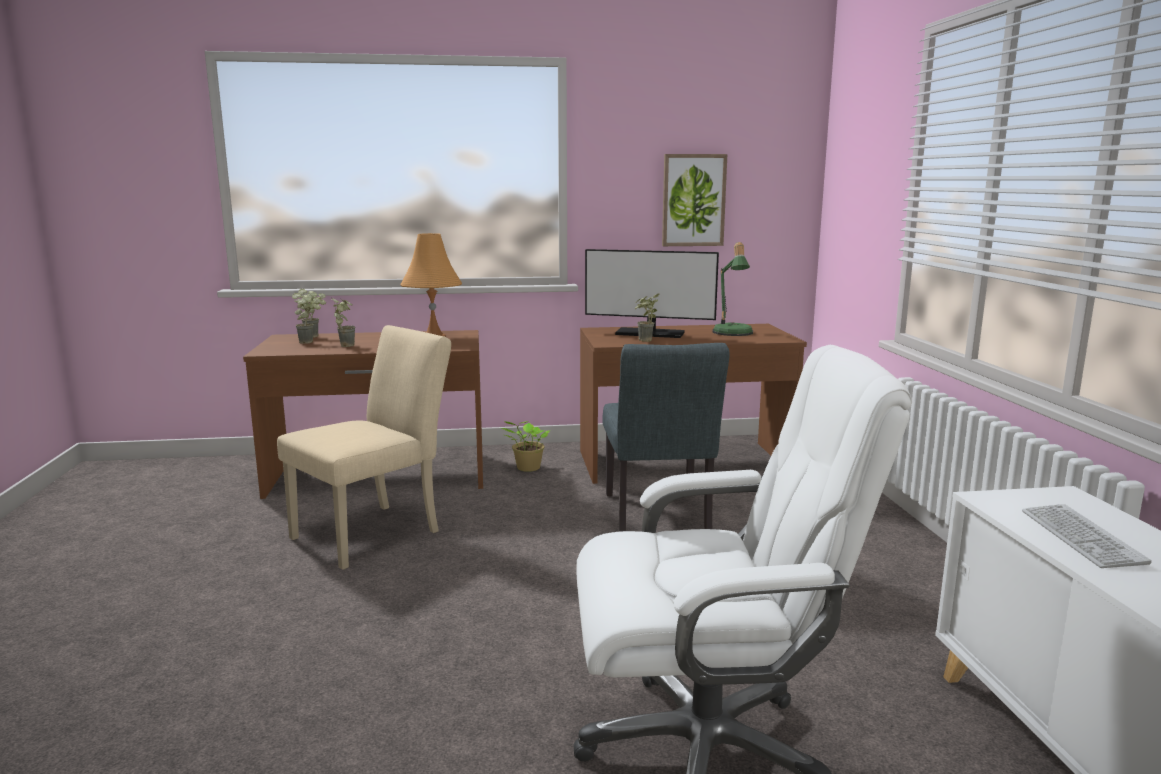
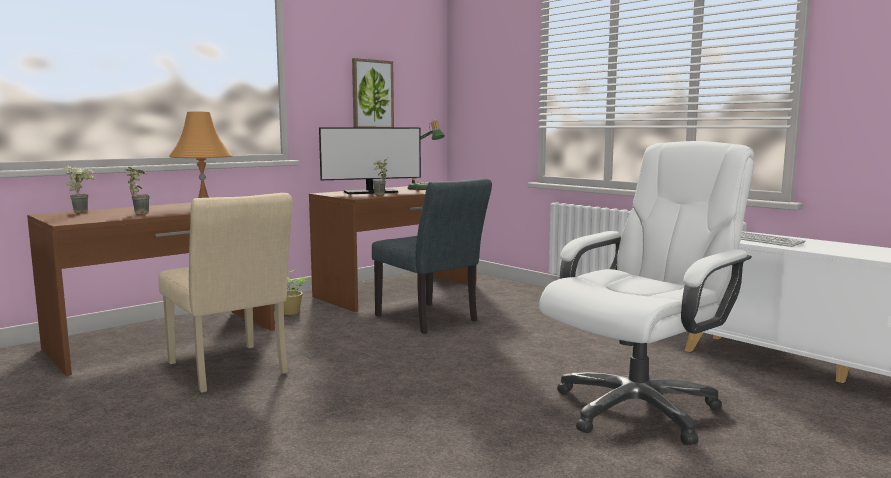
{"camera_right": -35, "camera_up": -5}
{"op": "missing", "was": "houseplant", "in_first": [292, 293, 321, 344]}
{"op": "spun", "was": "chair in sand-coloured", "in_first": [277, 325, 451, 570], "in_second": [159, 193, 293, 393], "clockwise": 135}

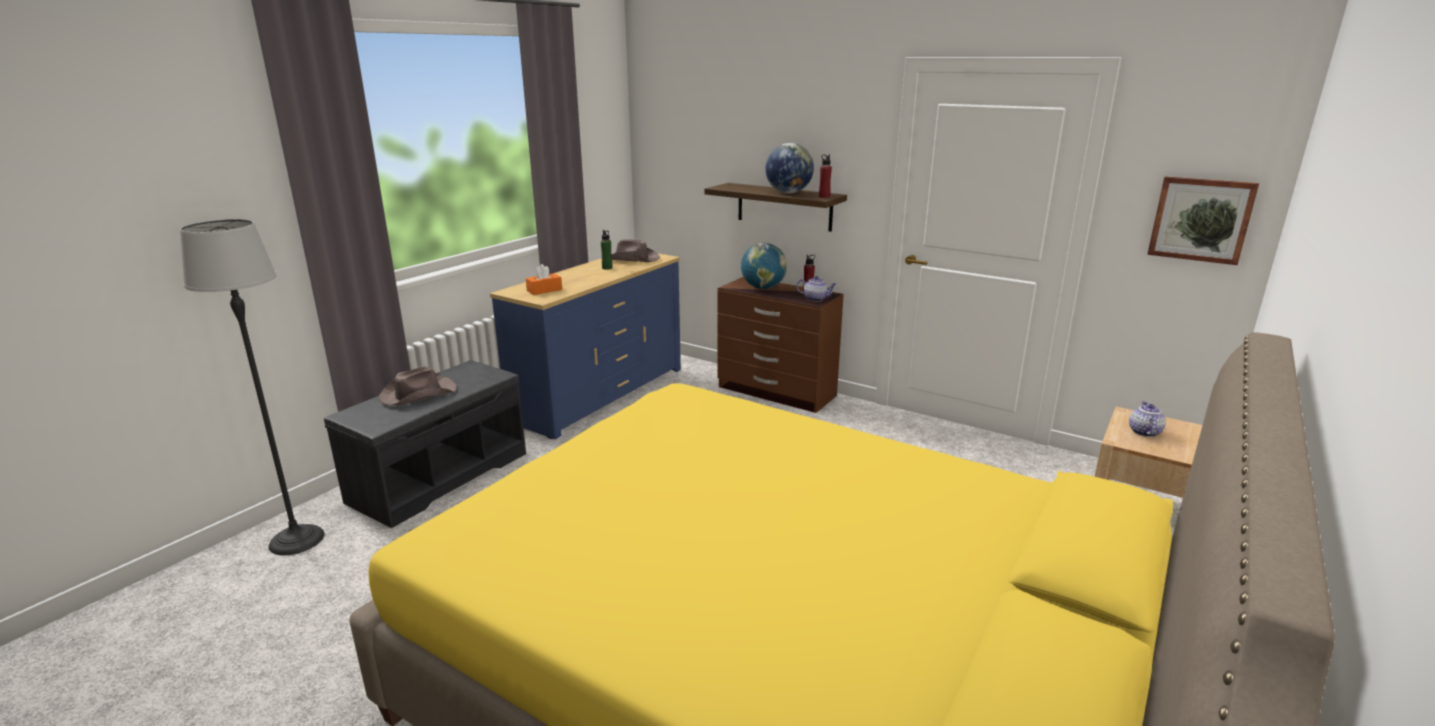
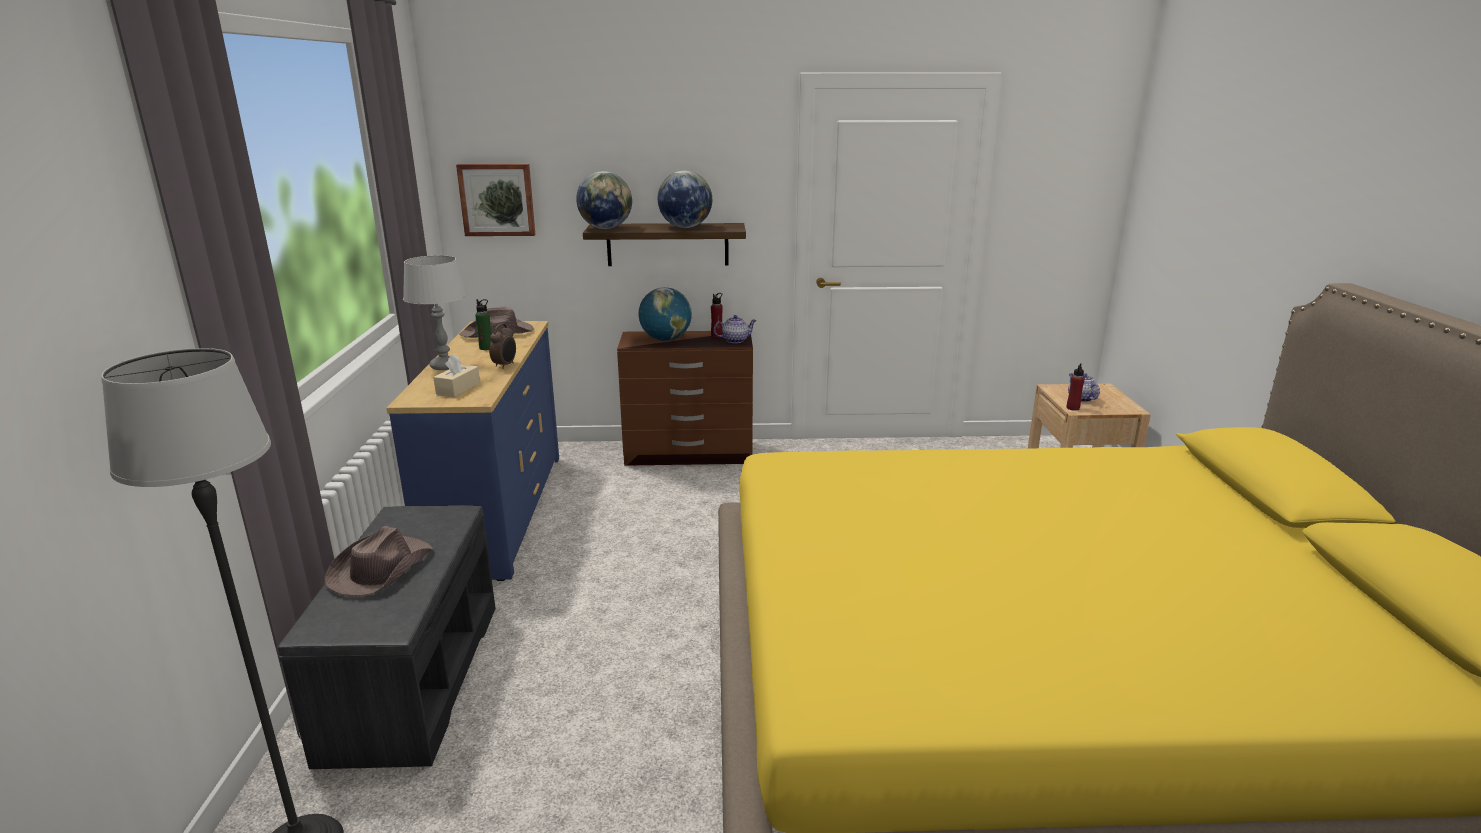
{"camera_right": -35, "camera_up": 0}
{"op": "appeared", "now": "lamp for a table in gray", "in_second": [403, 255, 467, 370]}
{"op": "appeared", "now": "alarm clock", "in_second": [489, 324, 516, 369]}
{"op": "appeared", "now": "globe", "in_second": [576, 171, 632, 229]}
{"op": "relocated", "was": "bottle in reddish", "in_first": [819, 154, 832, 198], "in_second": [1067, 363, 1085, 411]}
{"op": "relocated", "was": "wall art", "in_first": [1147, 176, 1259, 265], "in_second": [456, 164, 535, 236]}
{"op": "colour", "was": "box of tissues in orange", "now": "box of tissues in sand-coloured", "in_first": [526, 264, 562, 295], "in_second": [433, 354, 480, 397]}

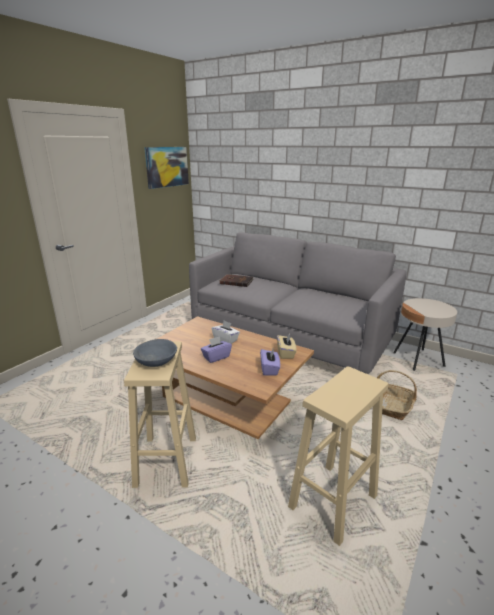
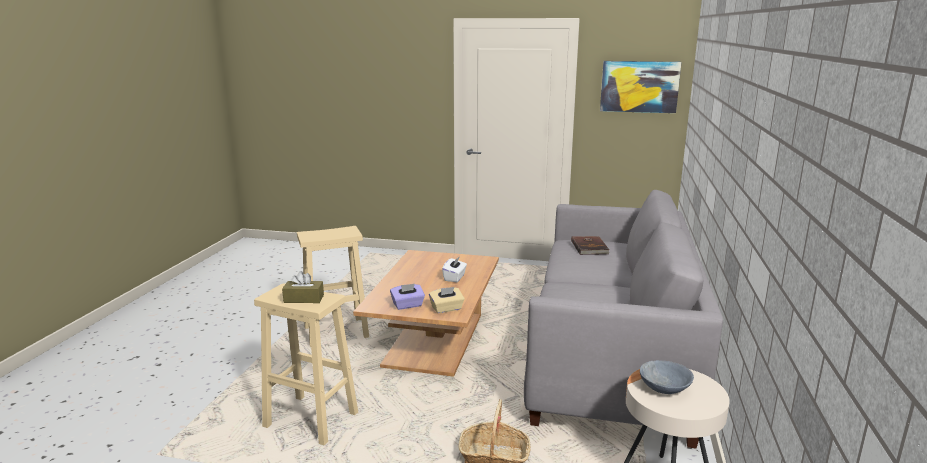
{"camera_right": 70, "camera_up": -5}
{"op": "missing", "was": "box of tissues in purplish", "in_first": [201, 336, 232, 363]}
{"op": "appeared", "now": "box of tissues in brown-coloured", "in_second": [282, 271, 324, 303]}
{"op": "relocated", "was": "deep dish in gray", "in_first": [133, 339, 177, 367], "in_second": [640, 360, 694, 394]}

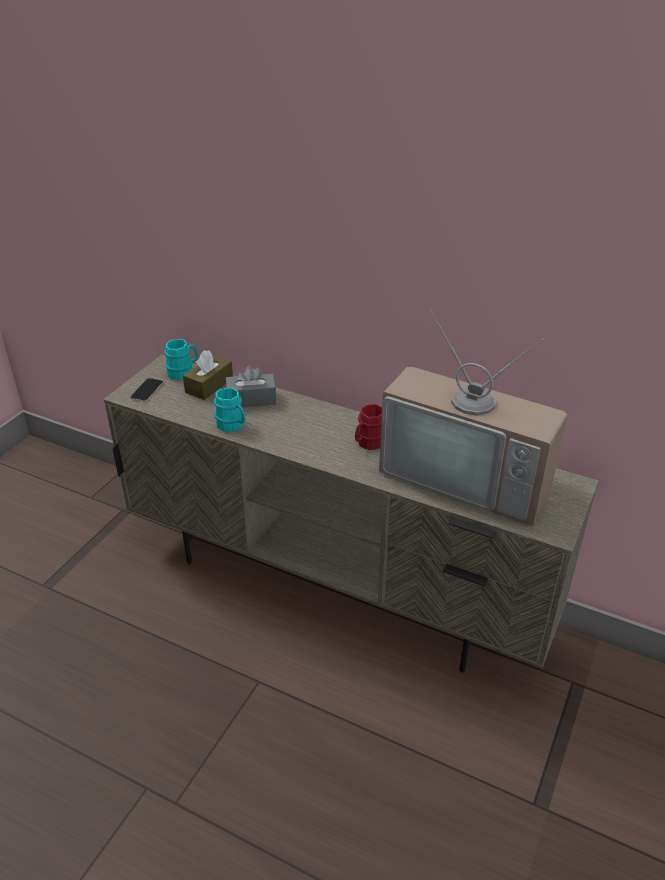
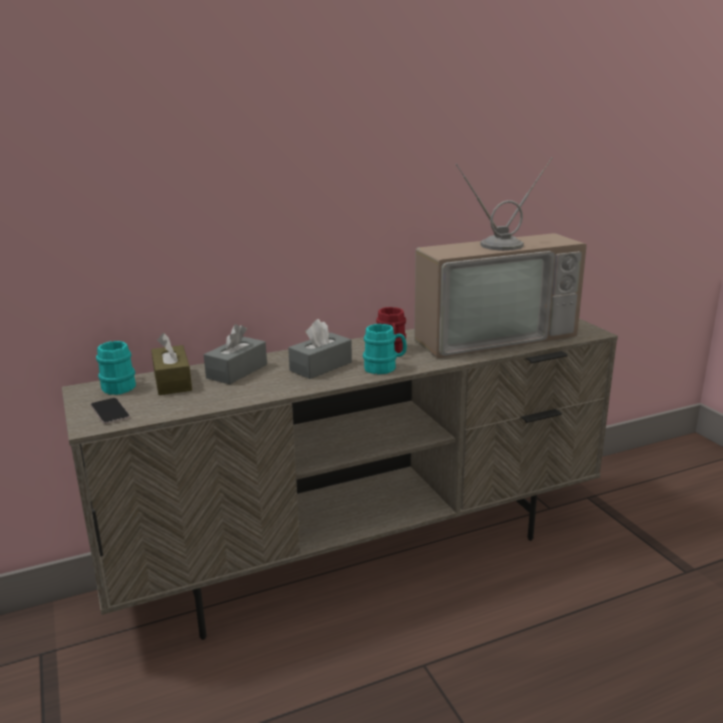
{"camera_right": -50, "camera_up": -15}
{"op": "appeared", "now": "box of tissues in gray", "in_second": [288, 319, 352, 379]}
{"op": "relocated", "was": "tea mug in turquoise", "in_first": [214, 388, 245, 432], "in_second": [363, 324, 407, 374]}

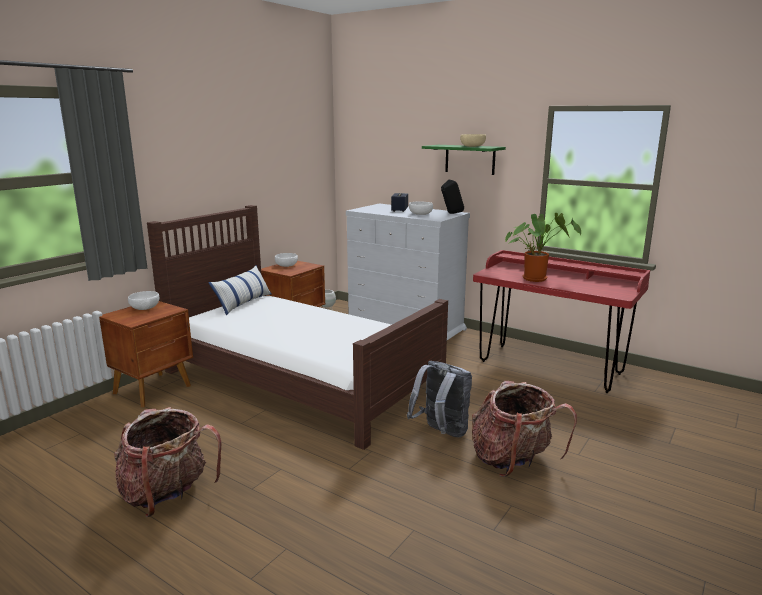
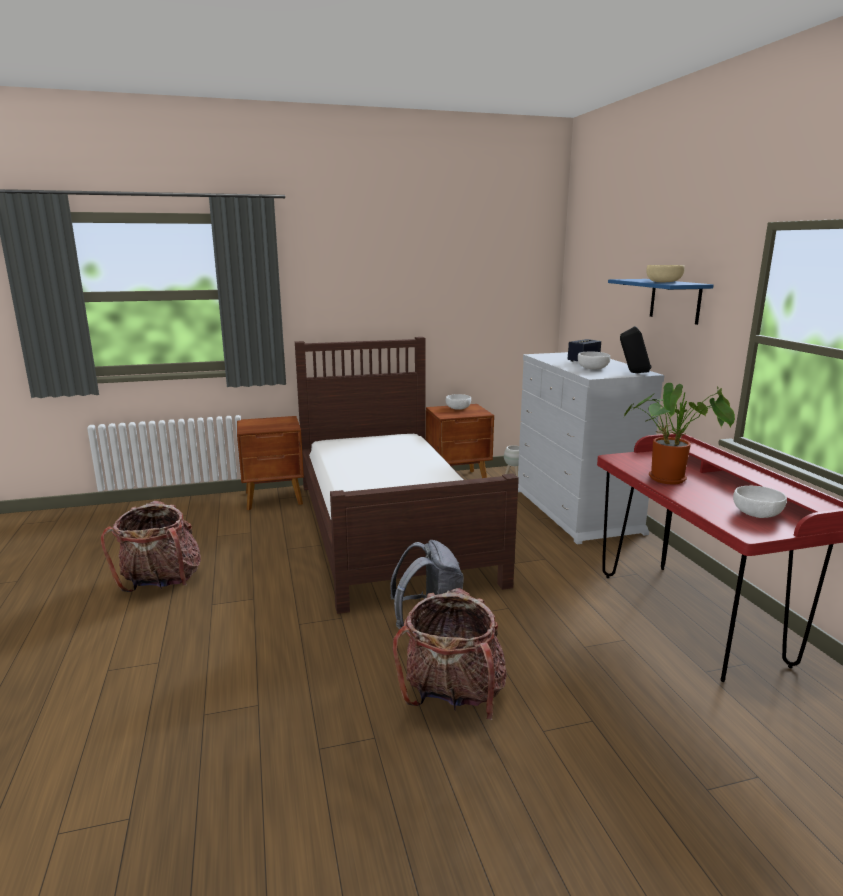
{"camera_right": 40, "camera_up": 0}
{"op": "missing", "was": "throw pillow", "in_first": [208, 266, 272, 315]}
{"op": "relocated", "was": "deep dish in whitish", "in_first": [128, 291, 159, 310], "in_second": [733, 486, 787, 518]}
{"op": "colour", "was": "wall shelf in greenish", "now": "wall shelf in blue", "in_first": [422, 145, 506, 175], "in_second": [608, 279, 714, 325]}

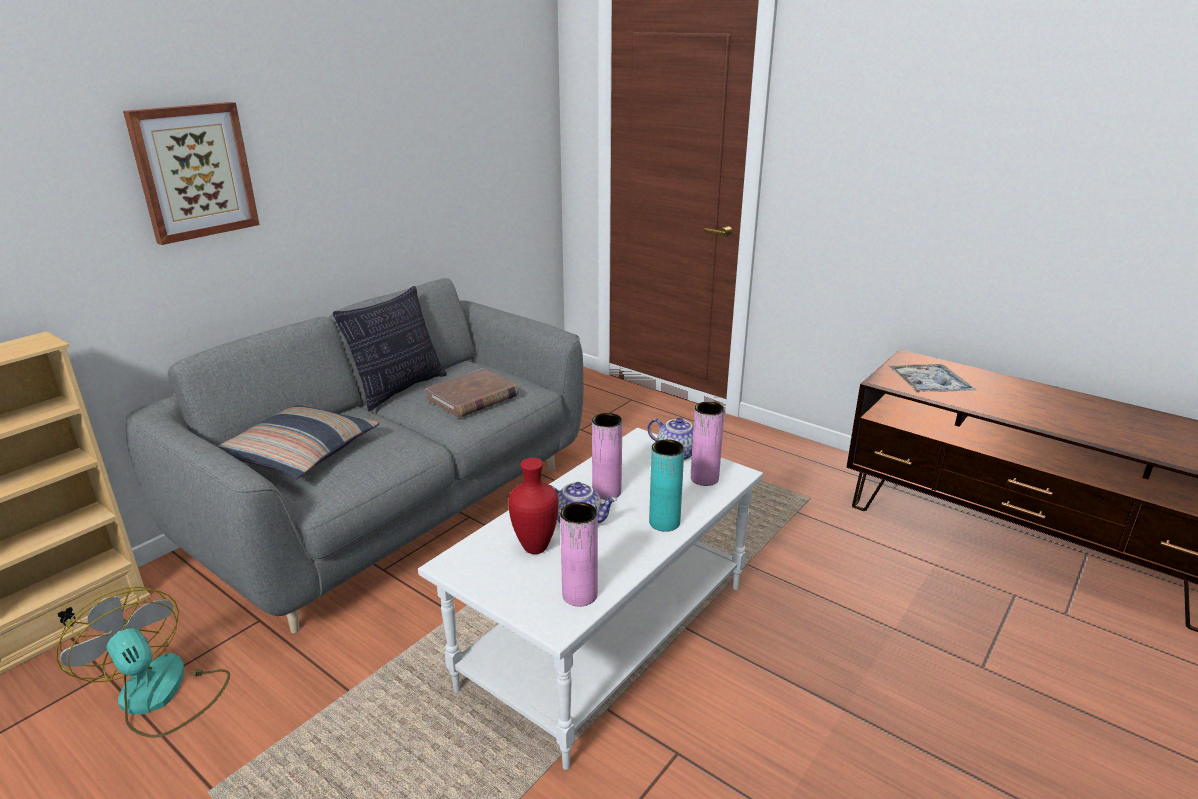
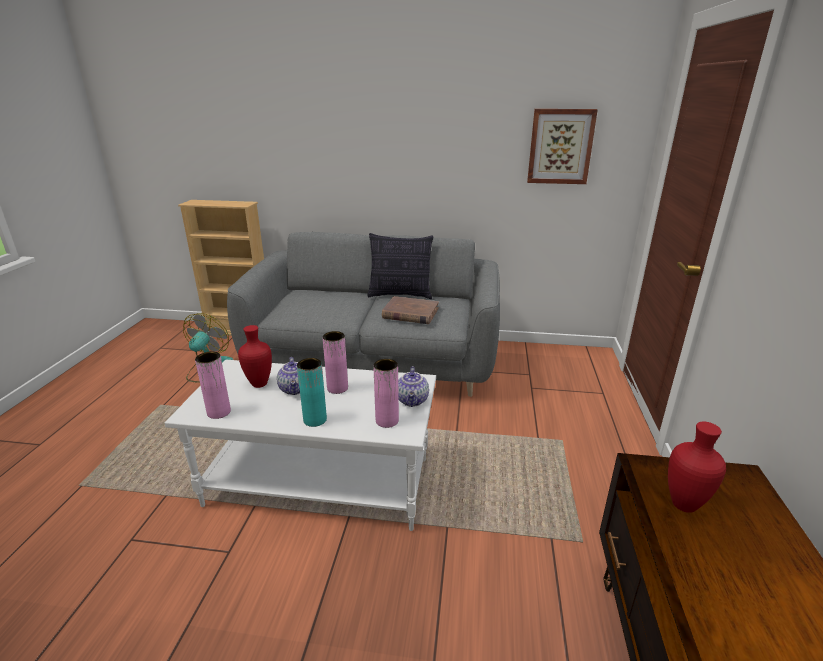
{"camera_right": 60, "camera_up": 0}
{"op": "missing", "was": "throw pillow", "in_first": [217, 405, 379, 479]}
{"op": "relocated", "was": "wall art", "in_first": [123, 102, 260, 245], "in_second": [527, 109, 598, 184]}
{"op": "exchanged", "was": "tray", "now": "flower vase in reddish", "in_first": [889, 364, 976, 393], "in_second": [668, 421, 726, 513]}

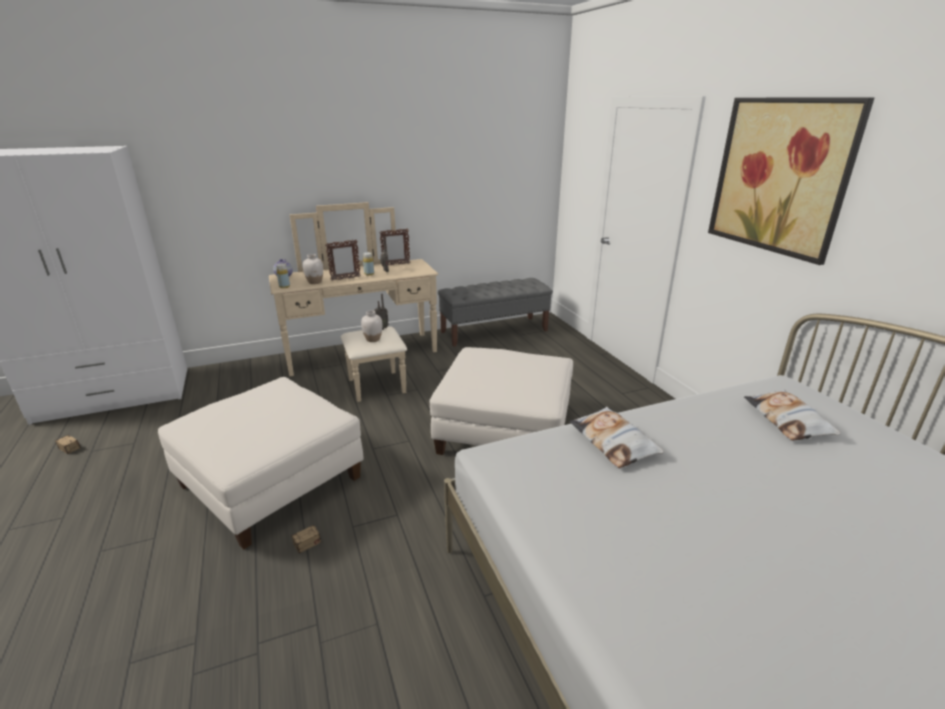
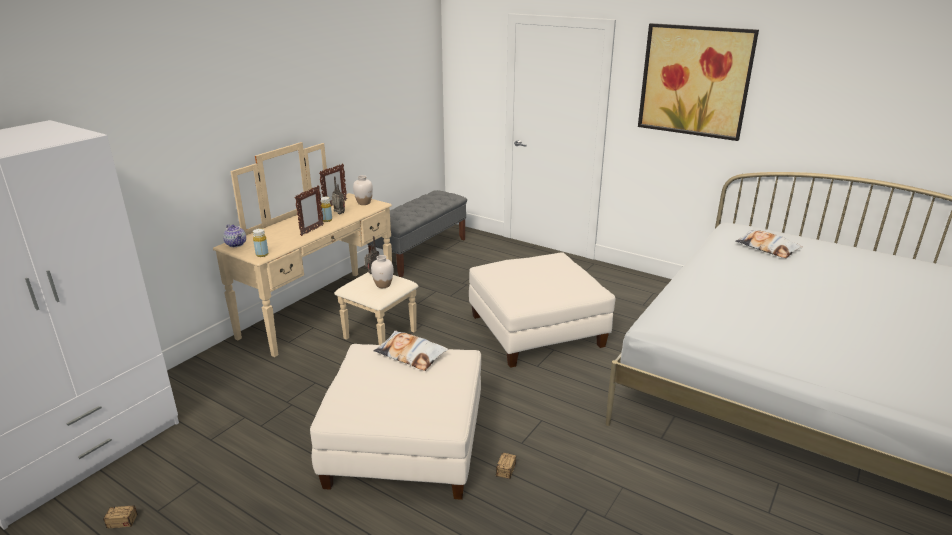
{"camera_right": -35, "camera_up": 0}
{"op": "relocated", "was": "flower vase in whitish", "in_first": [303, 254, 323, 284], "in_second": [353, 175, 373, 205]}
{"op": "relocated", "was": "throw pillow", "in_first": [570, 407, 664, 468], "in_second": [374, 330, 448, 371]}

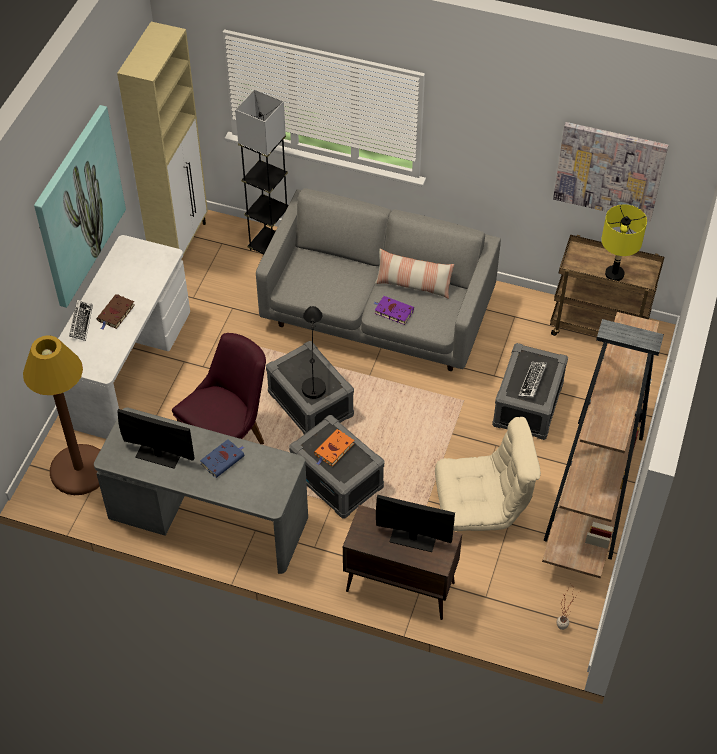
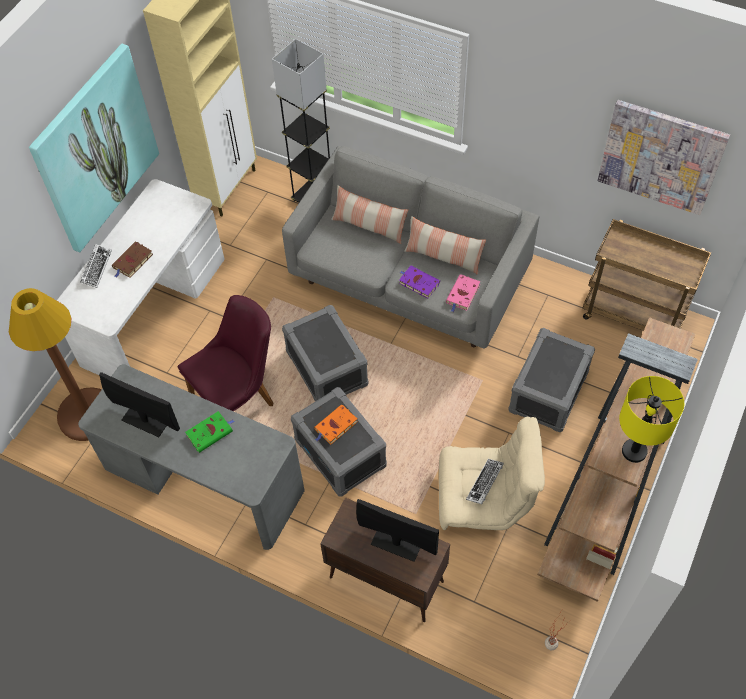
{"camera_right": 10, "camera_up": 5}
{"op": "missing", "was": "lamp for a table in black", "in_first": [302, 306, 326, 399]}
{"op": "appeared", "now": "throw pillow", "in_second": [331, 185, 408, 244]}
{"op": "appeared", "now": "book in pinkish", "in_second": [446, 274, 481, 312]}
{"op": "relocated", "was": "keyboard", "in_first": [518, 362, 547, 397], "in_second": [466, 459, 504, 504]}
{"op": "relocated", "was": "lamp for a table in yellowish", "in_first": [601, 204, 647, 281], "in_second": [619, 376, 684, 463]}
{"op": "colour", "was": "book in blue", "now": "book in greenish", "in_first": [200, 439, 245, 478], "in_second": [185, 411, 235, 453]}

